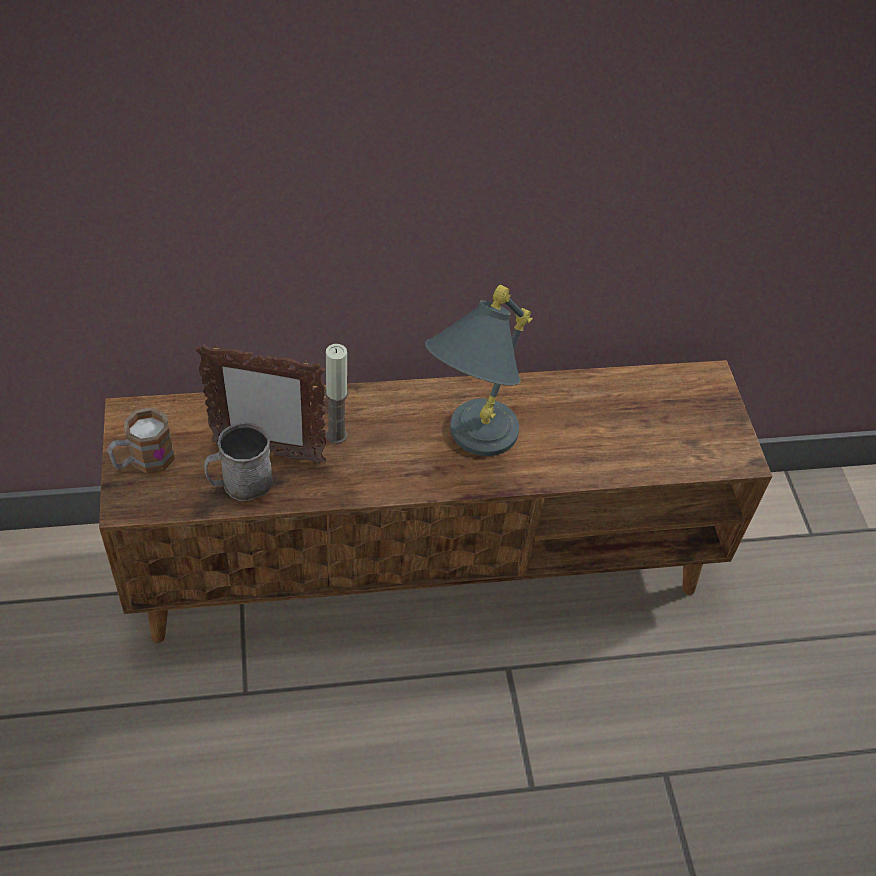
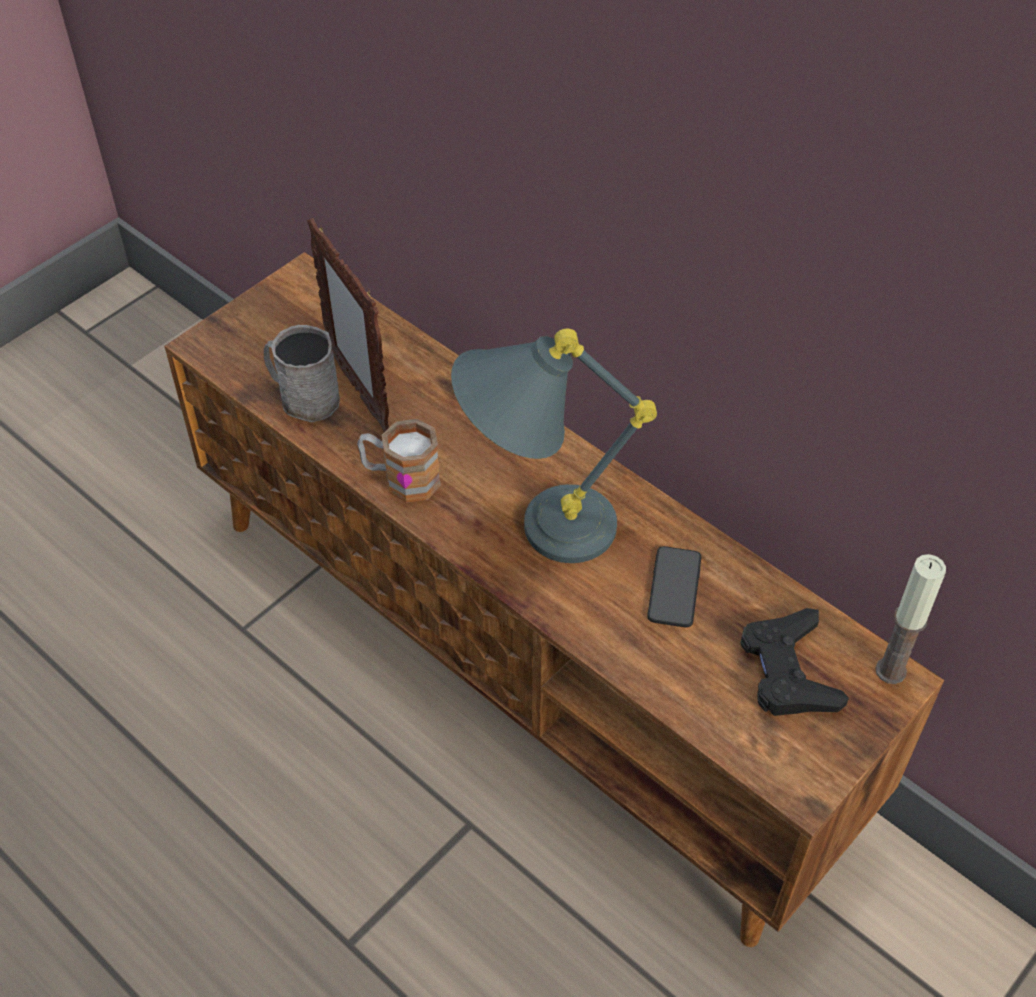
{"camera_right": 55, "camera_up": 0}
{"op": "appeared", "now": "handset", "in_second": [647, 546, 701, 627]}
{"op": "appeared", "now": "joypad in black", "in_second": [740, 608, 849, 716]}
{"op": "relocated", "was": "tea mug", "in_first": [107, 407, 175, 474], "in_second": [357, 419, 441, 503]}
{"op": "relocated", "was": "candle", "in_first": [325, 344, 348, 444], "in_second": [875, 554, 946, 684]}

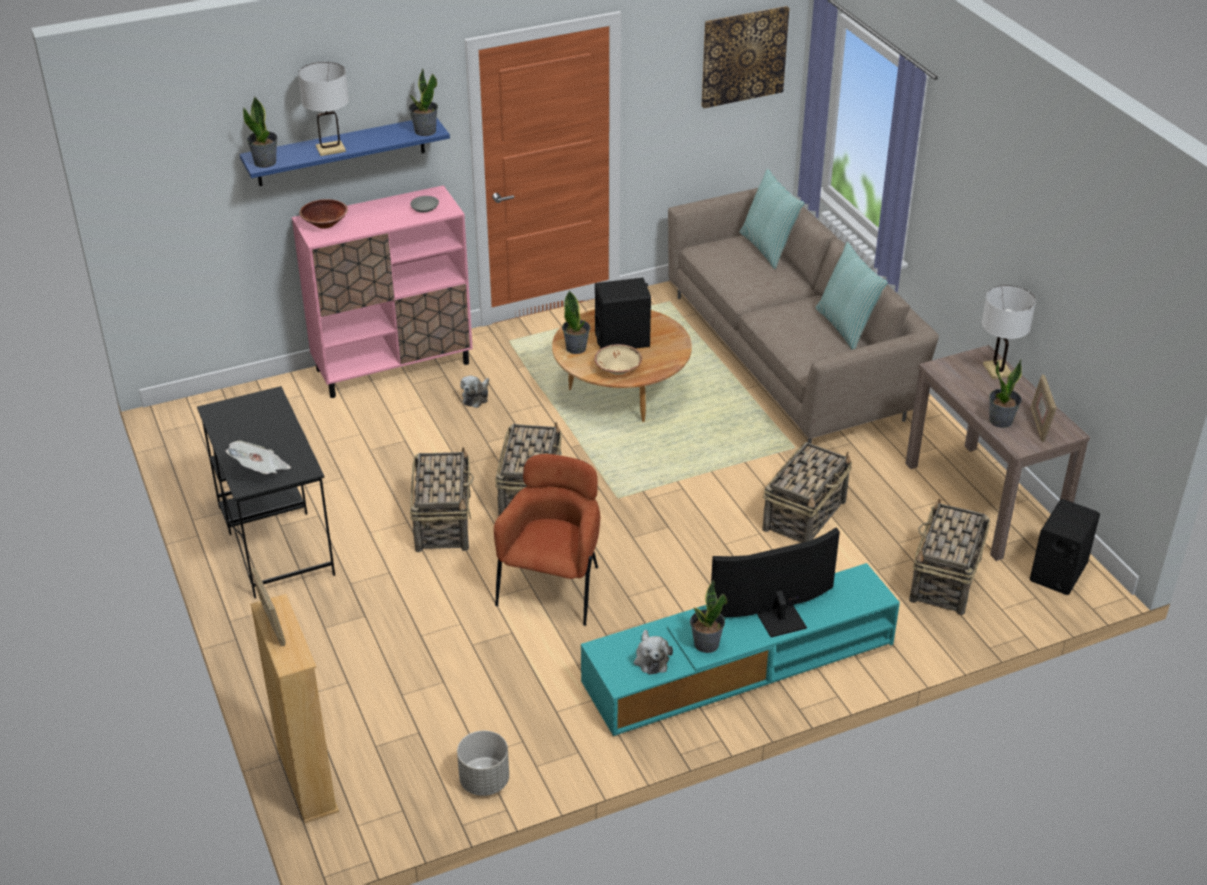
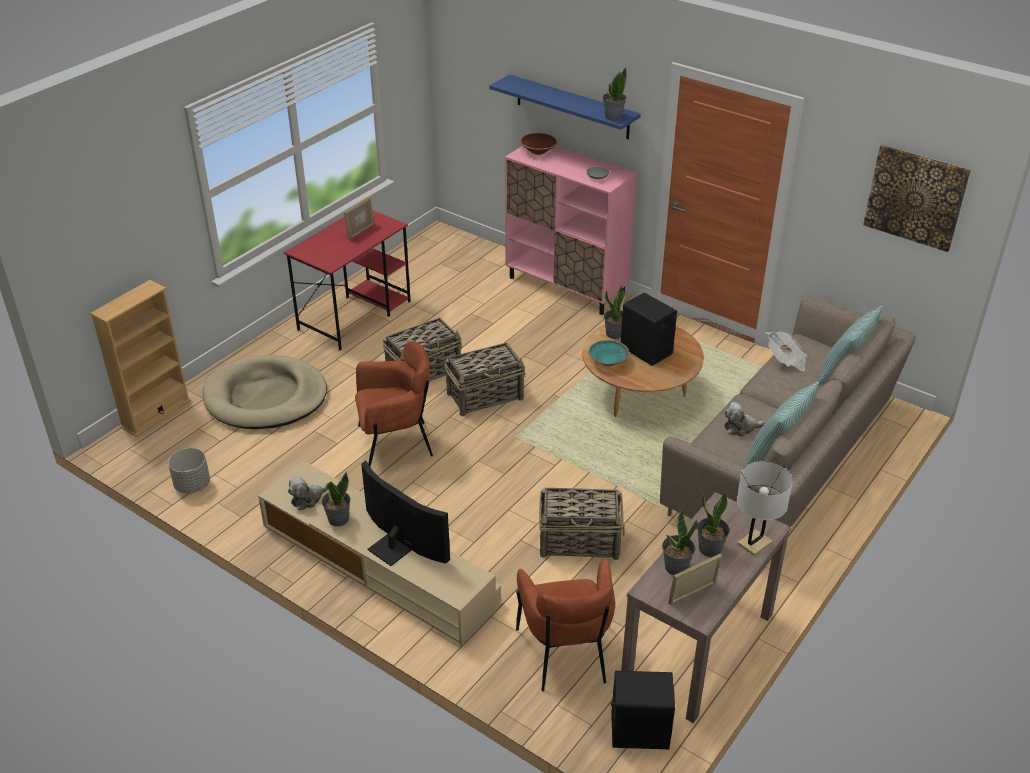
{"camera_right": 60, "camera_up": 0}
{"op": "missing", "was": "lamp for a table in whitish", "in_first": [298, 62, 349, 156]}
{"op": "appeared", "now": "dog cushion in sand-coloured", "in_second": [202, 355, 327, 429]}
{"op": "relocated", "was": "newspaper", "in_first": [225, 441, 291, 474], "in_second": [768, 331, 807, 372]}
{"op": "relocated", "was": "houseplant", "in_first": [243, 97, 278, 168], "in_second": [697, 491, 730, 557]}
{"op": "relocated", "was": "standing frame", "in_first": [251, 567, 286, 646], "in_second": [344, 197, 375, 241]}
{"op": "relocated", "was": "soft toy", "in_first": [460, 376, 489, 408], "in_second": [724, 402, 766, 436]}
{"op": "exchanged", "was": "storage basket", "now": "easy chair in brown-coloured", "in_first": [909, 498, 990, 615], "in_second": [516, 559, 615, 691]}
{"op": "colour", "was": "desk in black", "now": "desk in reddish", "in_first": [197, 386, 335, 599], "in_second": [284, 210, 411, 351]}
{"op": "colour", "was": "media console in turquoise", "now": "media console in sand-coloured", "in_first": [581, 563, 900, 736], "in_second": [258, 461, 501, 646]}
{"op": "colour", "was": "deep dish in sand-coloured", "now": "deep dish in turquoise", "in_first": [594, 344, 642, 375], "in_second": [588, 340, 629, 367]}

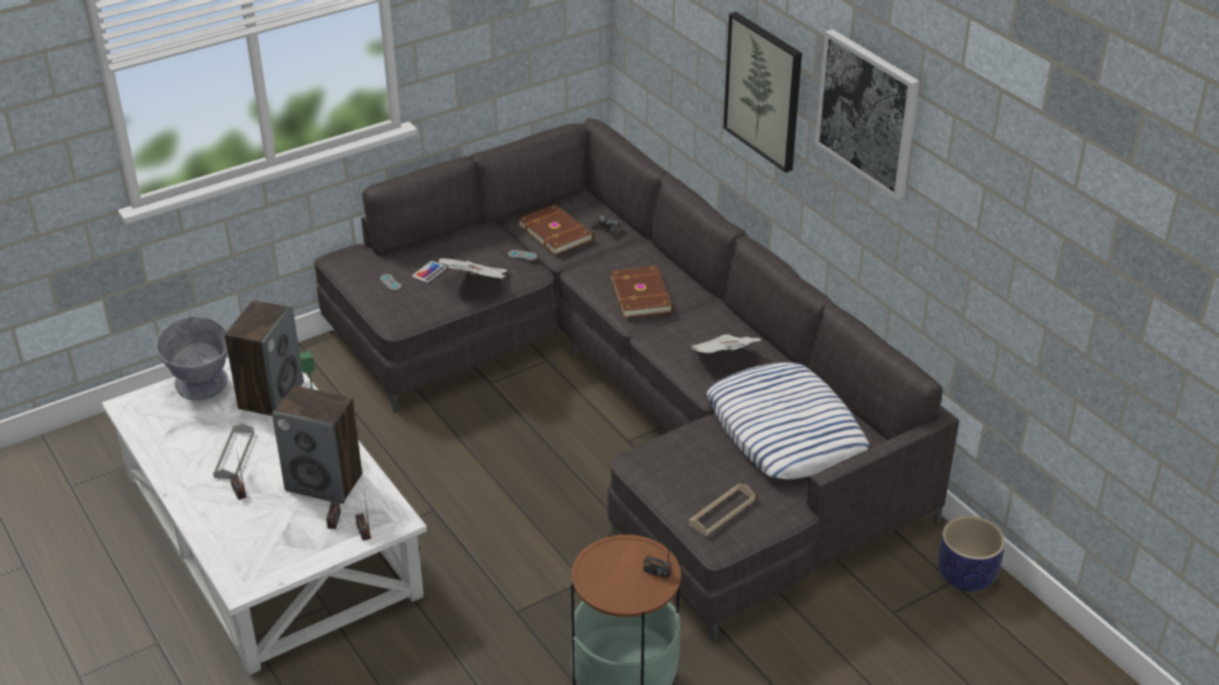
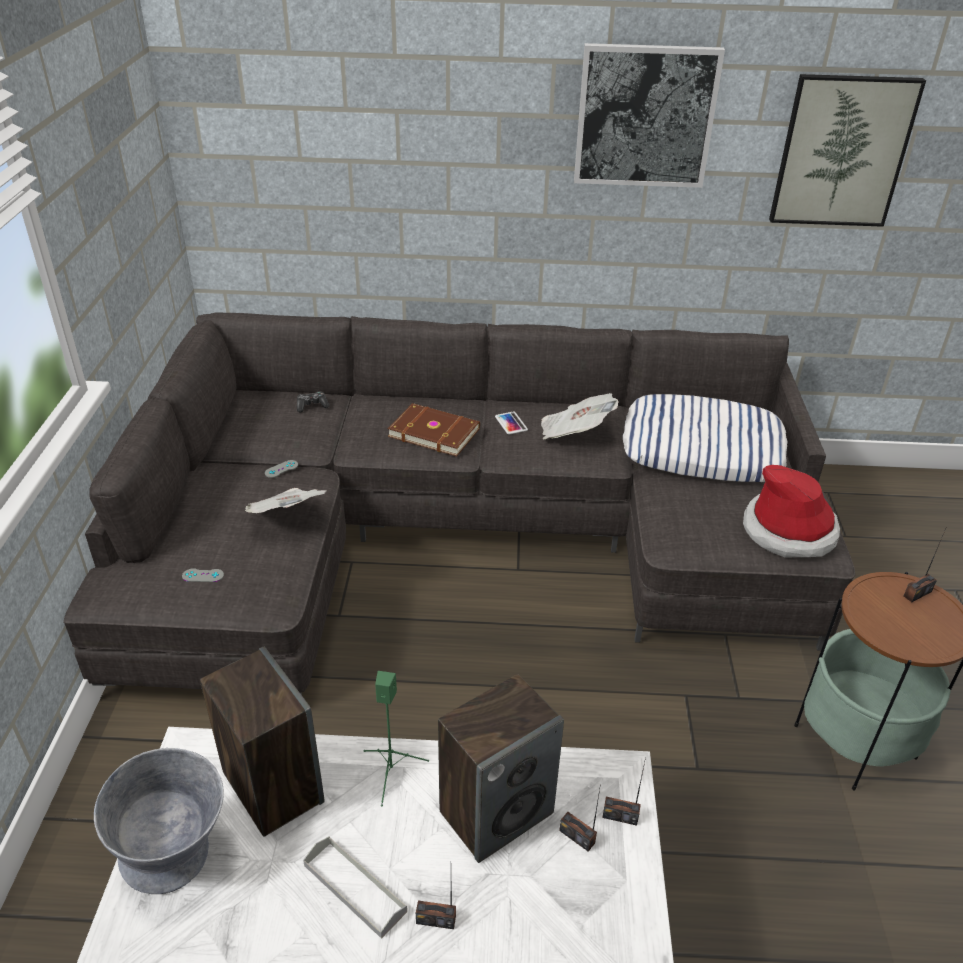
{"camera_right": -55, "camera_up": 0}
{"op": "missing", "was": "book in brown-coloured", "in_first": [518, 204, 594, 255]}
{"op": "missing", "was": "plant pot", "in_first": [938, 516, 1005, 592]}
{"op": "relocated", "was": "handset", "in_first": [412, 261, 447, 283], "in_second": [495, 412, 528, 435]}
{"op": "relocated", "was": "wall art", "in_first": [723, 12, 802, 173], "in_second": [769, 74, 926, 227]}
{"op": "exchanged", "was": "tray in sand-coloured", "now": "wearable hat", "in_first": [689, 484, 755, 536], "in_second": [743, 465, 840, 557]}

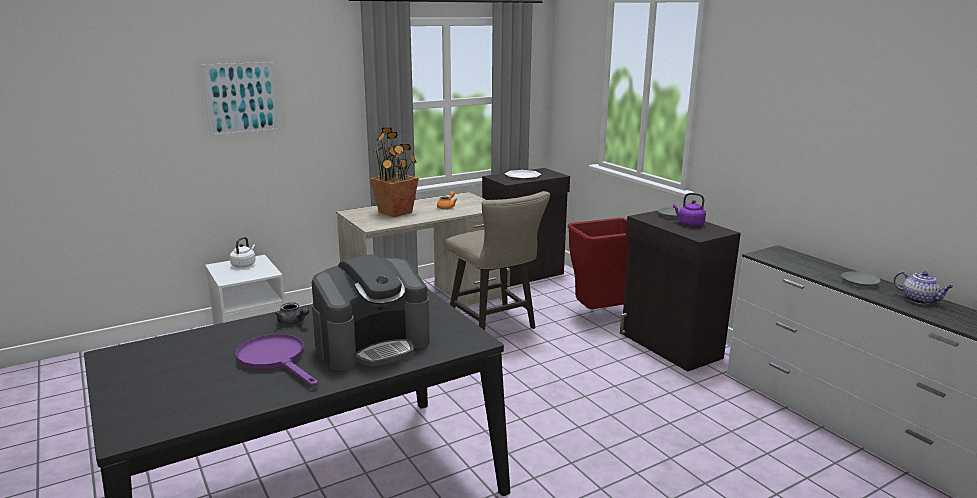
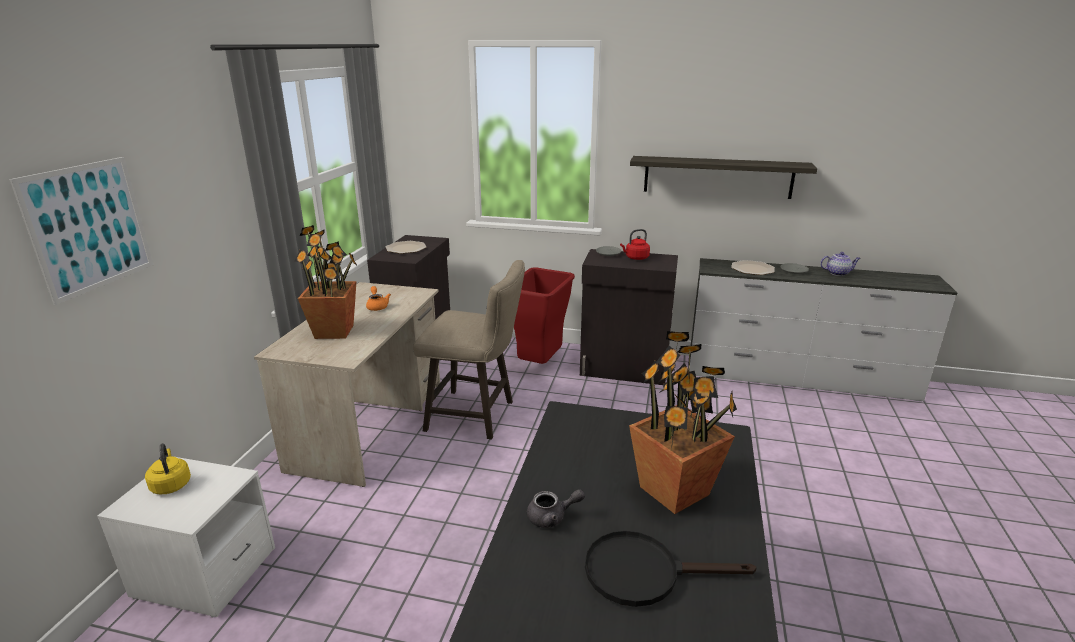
{"camera_right": -45, "camera_up": 5}
{"op": "appeared", "now": "wall shelf", "in_second": [630, 156, 817, 199]}
{"op": "appeared", "now": "plate", "in_second": [731, 260, 775, 275]}
{"op": "exchanged", "was": "coffee machine", "now": "houseplant", "in_first": [312, 254, 430, 371], "in_second": [629, 331, 737, 514]}
{"op": "colour", "was": "water kettle in whitish", "now": "water kettle in yellowish", "in_first": [230, 237, 256, 268], "in_second": [145, 443, 191, 494]}
{"op": "colour", "was": "frying pan in purplish", "now": "frying pan in black", "in_first": [236, 334, 318, 387], "in_second": [585, 531, 757, 607]}
{"op": "colour", "was": "water kettle in purplish", "now": "water kettle in reddish", "in_first": [673, 193, 706, 226], "in_second": [620, 229, 650, 260]}

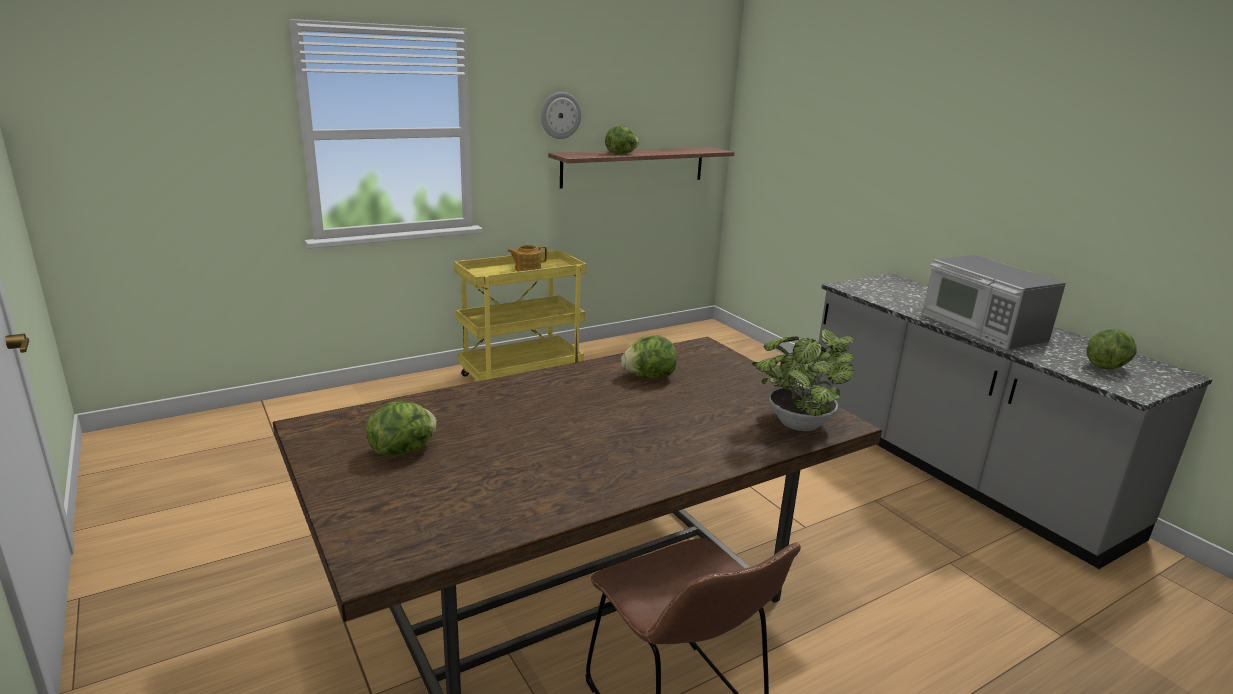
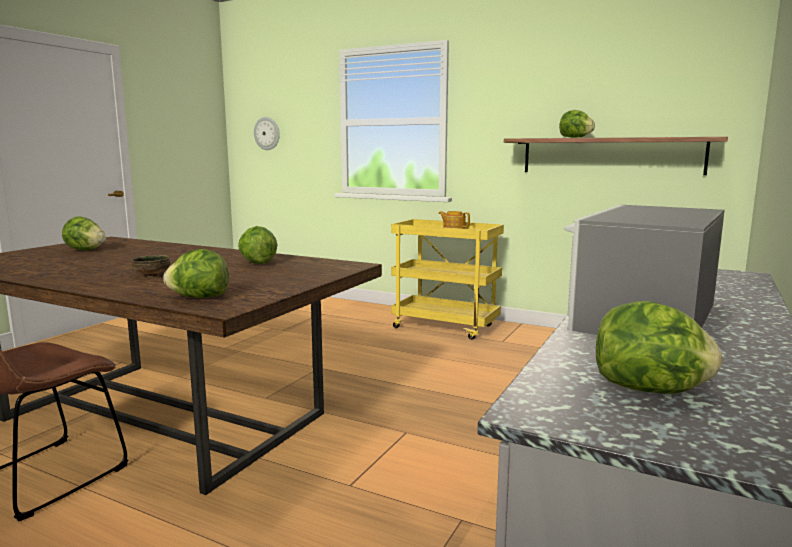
{"camera_right": 60, "camera_up": -10}
{"op": "appeared", "now": "deep dish", "in_second": [131, 255, 170, 277]}
{"op": "relocated", "was": "hanging clock", "in_first": [541, 92, 581, 139], "in_second": [254, 117, 280, 150]}
{"op": "exchanged", "was": "houseplant", "now": "lettuce", "in_first": [752, 329, 854, 431], "in_second": [163, 249, 229, 298]}

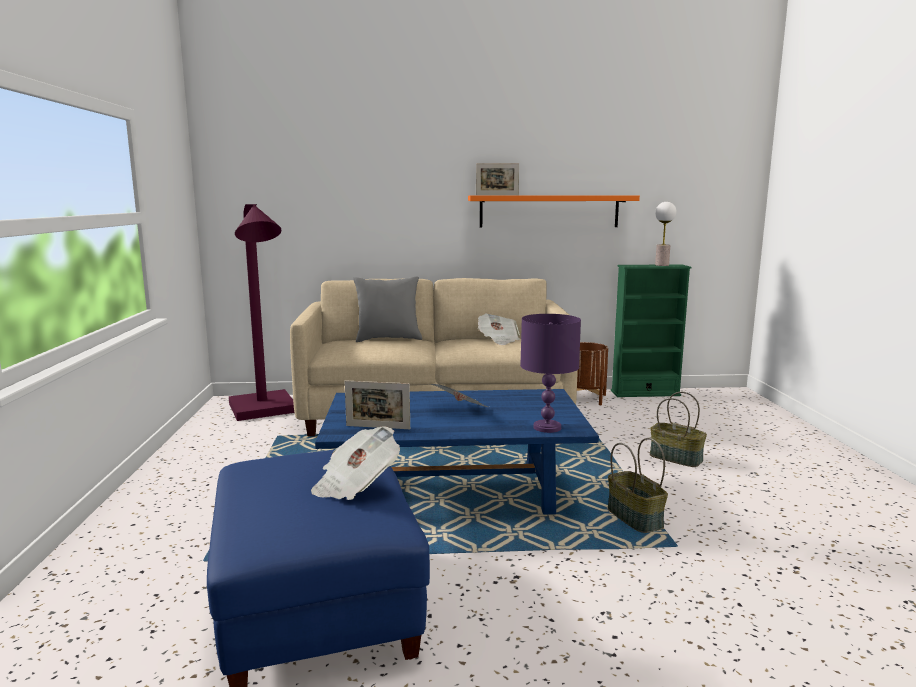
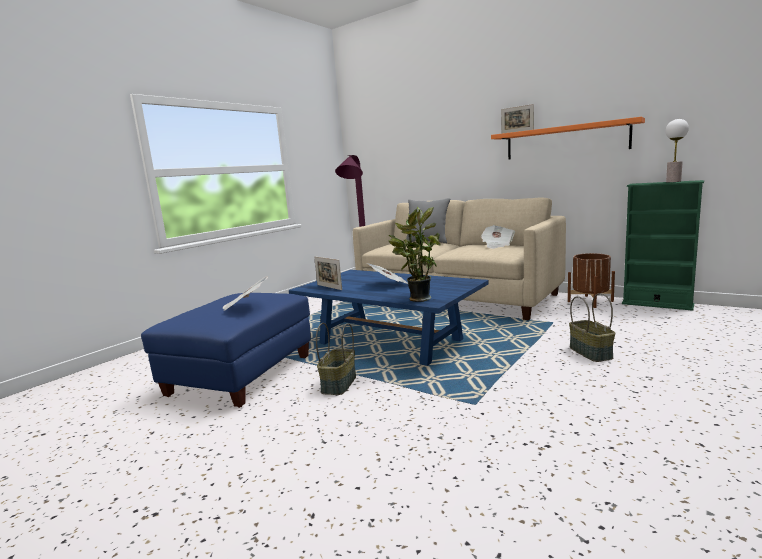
{"camera_right": 40, "camera_up": 0}
{"op": "relocated", "was": "storage basket", "in_first": [608, 438, 668, 533], "in_second": [316, 323, 356, 395]}
{"op": "exchanged", "was": "lamp for a table in purplish", "now": "houseplant", "in_first": [520, 314, 581, 433], "in_second": [388, 207, 441, 302]}

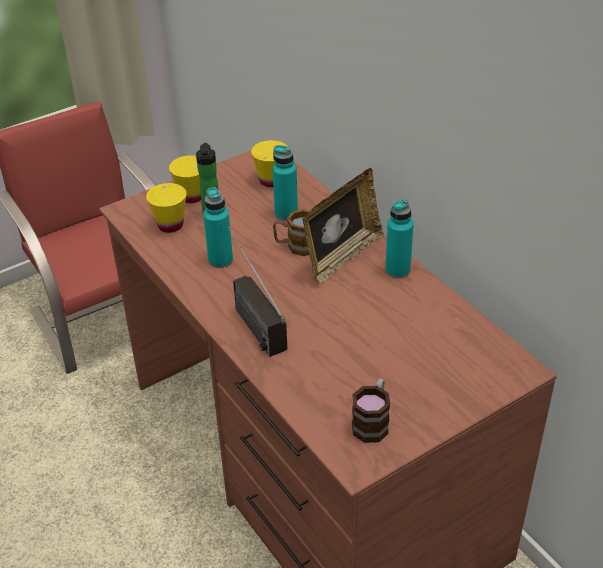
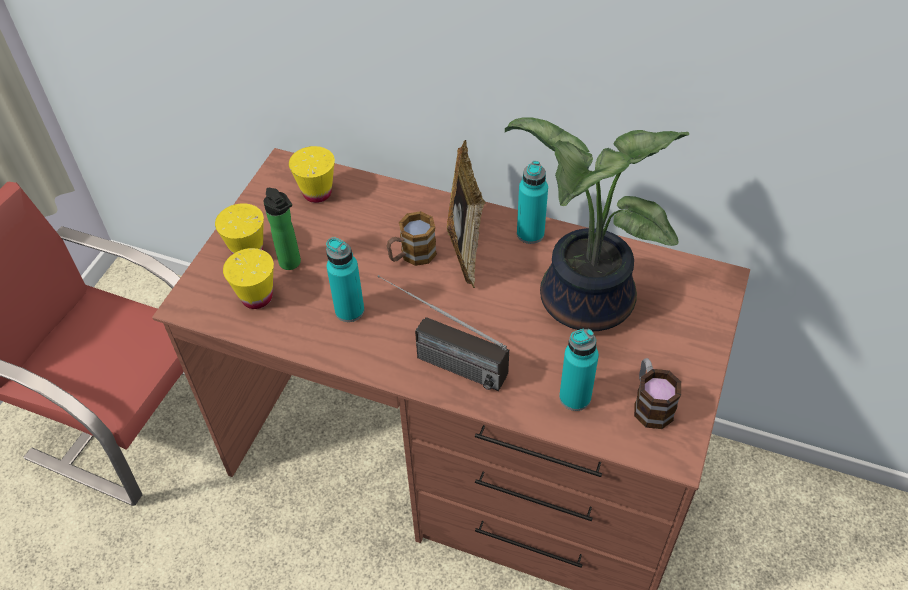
{"camera_right": -35, "camera_up": 10}
{"op": "appeared", "now": "houseplant", "in_second": [505, 117, 689, 331]}
{"op": "relocated", "was": "bottle in turquoise", "in_first": [273, 145, 298, 221], "in_second": [559, 329, 599, 411]}

